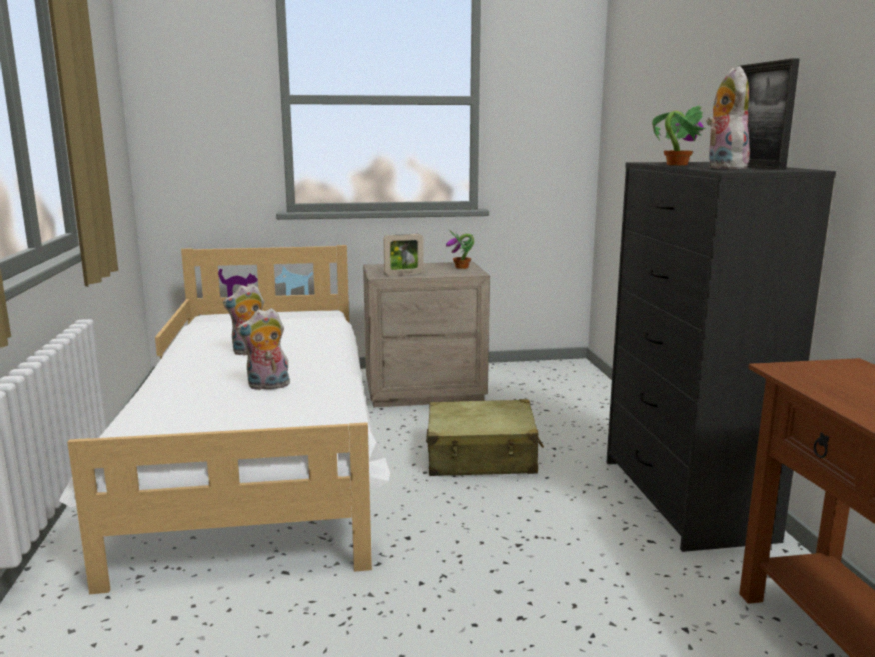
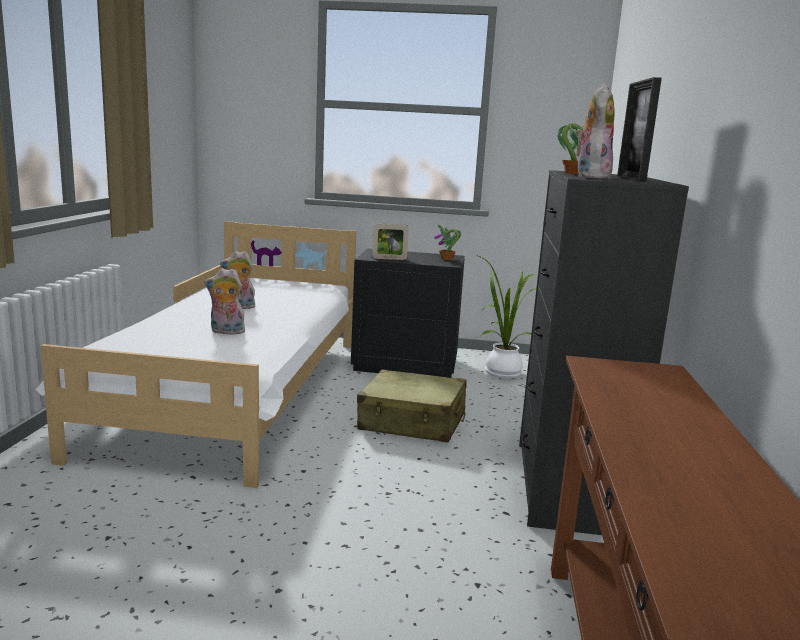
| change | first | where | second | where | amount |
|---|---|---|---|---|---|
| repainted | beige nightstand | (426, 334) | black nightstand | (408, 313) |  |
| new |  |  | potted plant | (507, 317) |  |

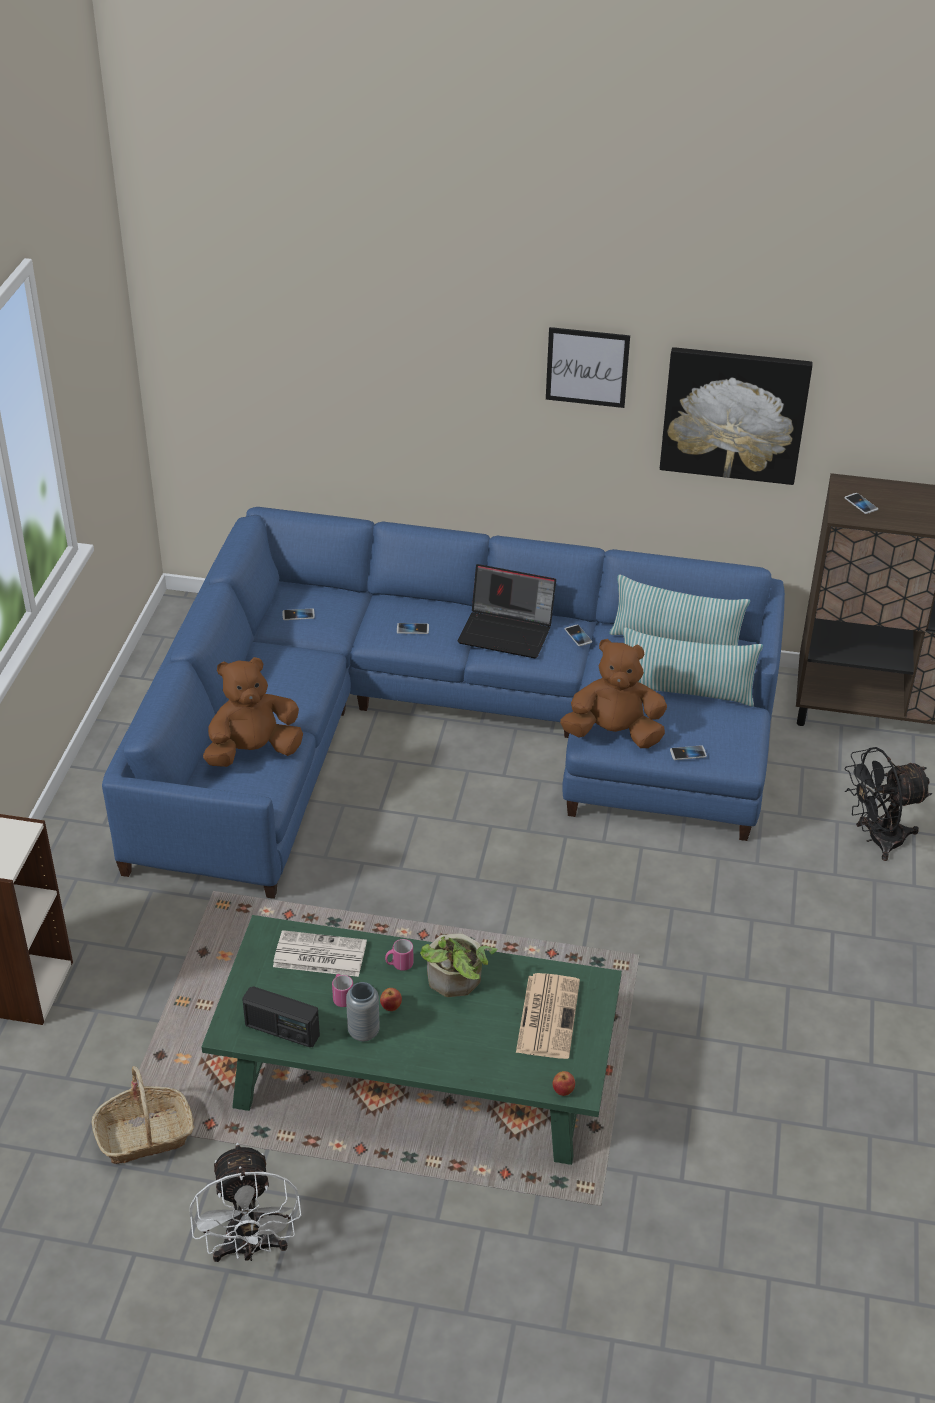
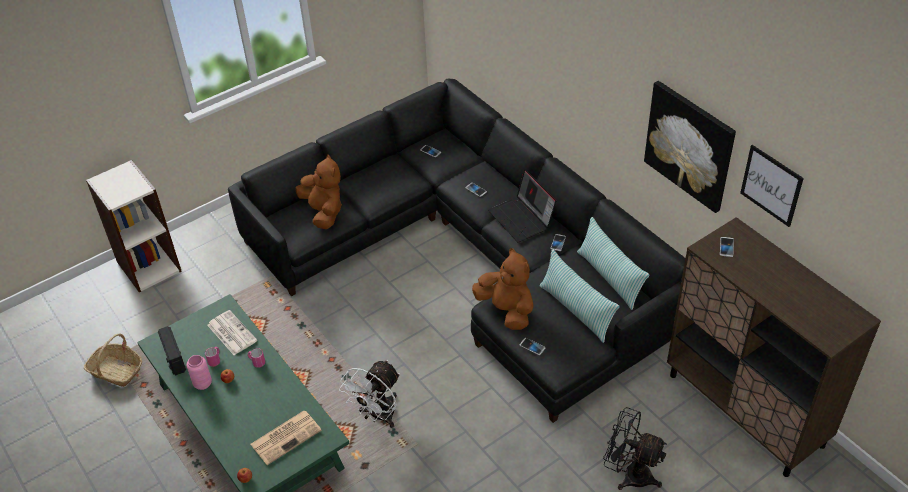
| change | first | where | second | where | amount |
|---|---|---|---|---|---|
| repainted | blue sofa | (443, 703) | black sofa | (456, 251) |  |
| shifted | white fan | (245, 1202) |  | (369, 394) |  |
| rotated | brown plush toy | (253, 712) |  | (318, 191) | 45 degrees clockwise |
| repainted | grey vase | (363, 1012) | pink vase | (199, 372) |  |
| gone | potted plant | (458, 965) |  |  |  |
| shifted | picture | (588, 367) |  | (772, 186) |  |

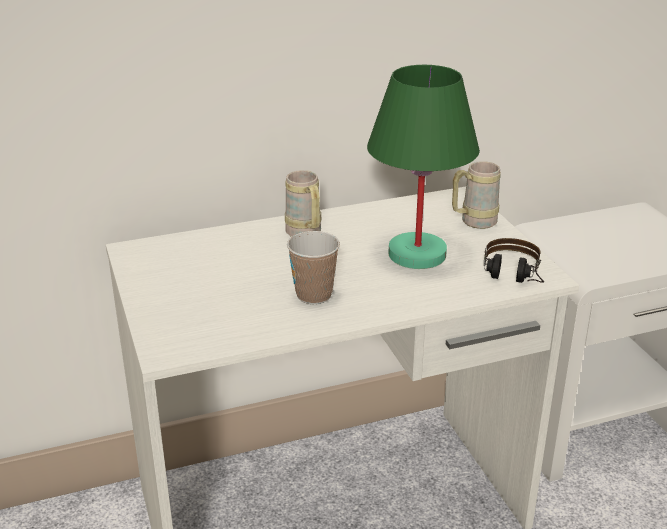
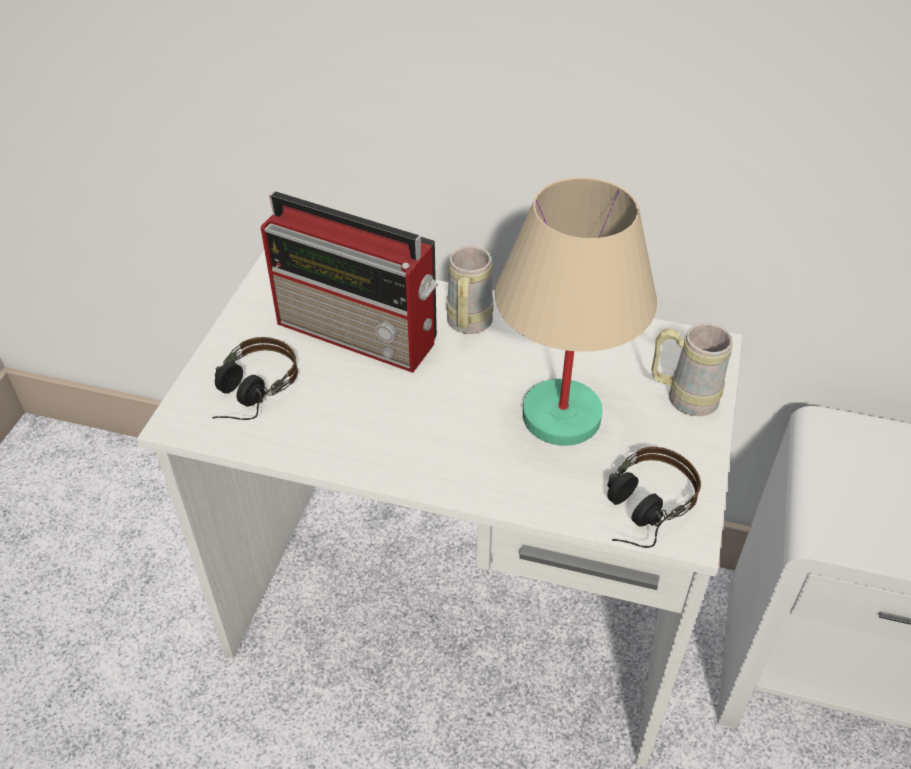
| change | first | where | second | where | amount |
|---|---|---|---|---|---|
| gone | cup | (313, 267) |  |  |  |
| repainted | green table lamp | (423, 167) | beige table lamp | (576, 311) |  |
| new |  |  | headphones | (255, 378) |  |
| new |  |  | radio | (349, 282) |  |

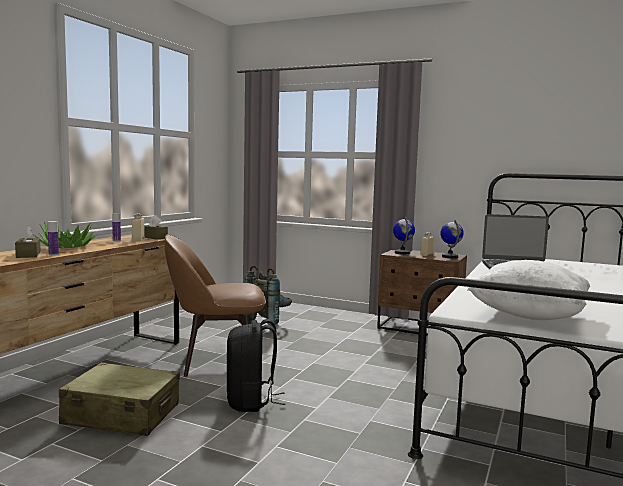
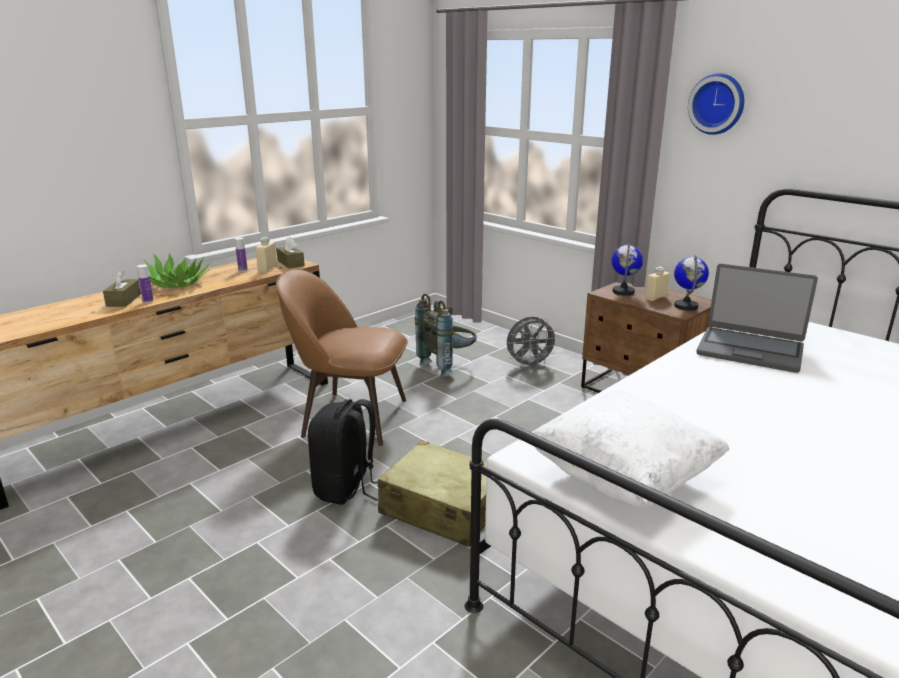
| change | first | where | second | where | amount |
|---|---|---|---|---|---|
| shifted | beige suitcase | (119, 399) |  | (432, 493) |  |
| new |  |  | grey fan | (533, 343) |  |
| new |  |  | wall clock | (716, 104) |  |

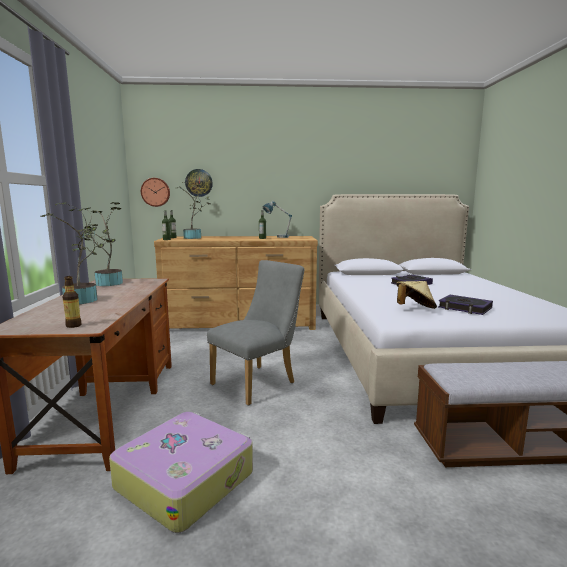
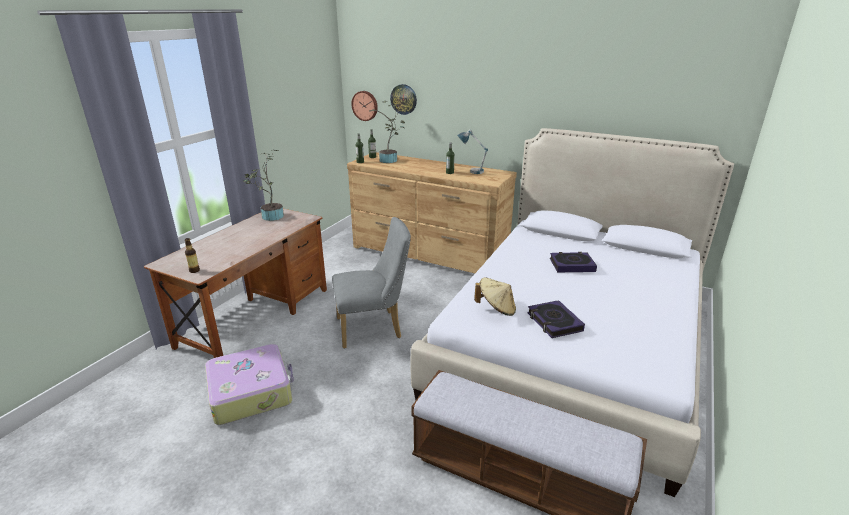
| change | first | where | second | where | amount |
|---|---|---|---|---|---|
| gone | potted plant | (76, 253) |  |  |  |

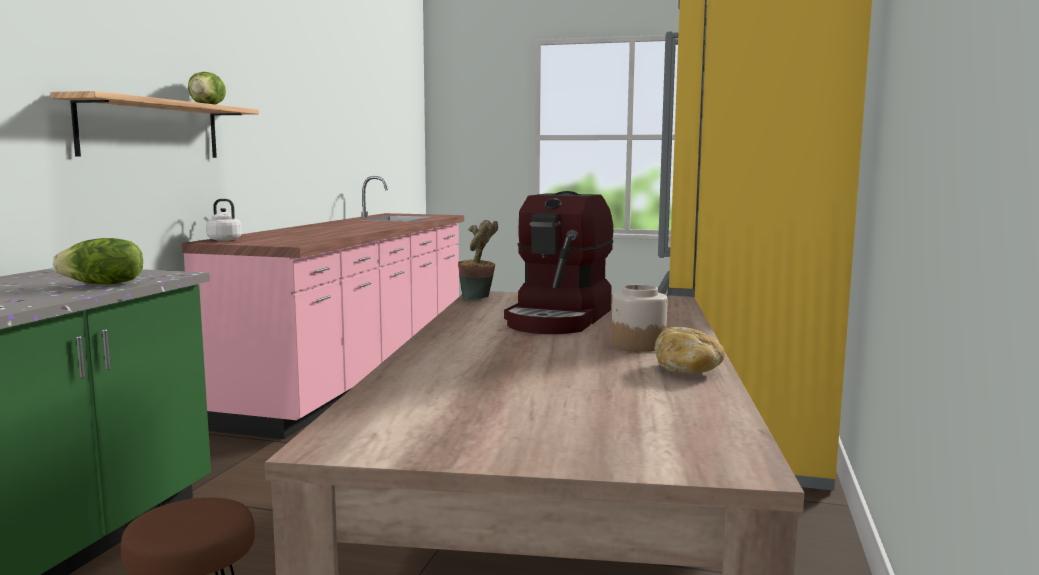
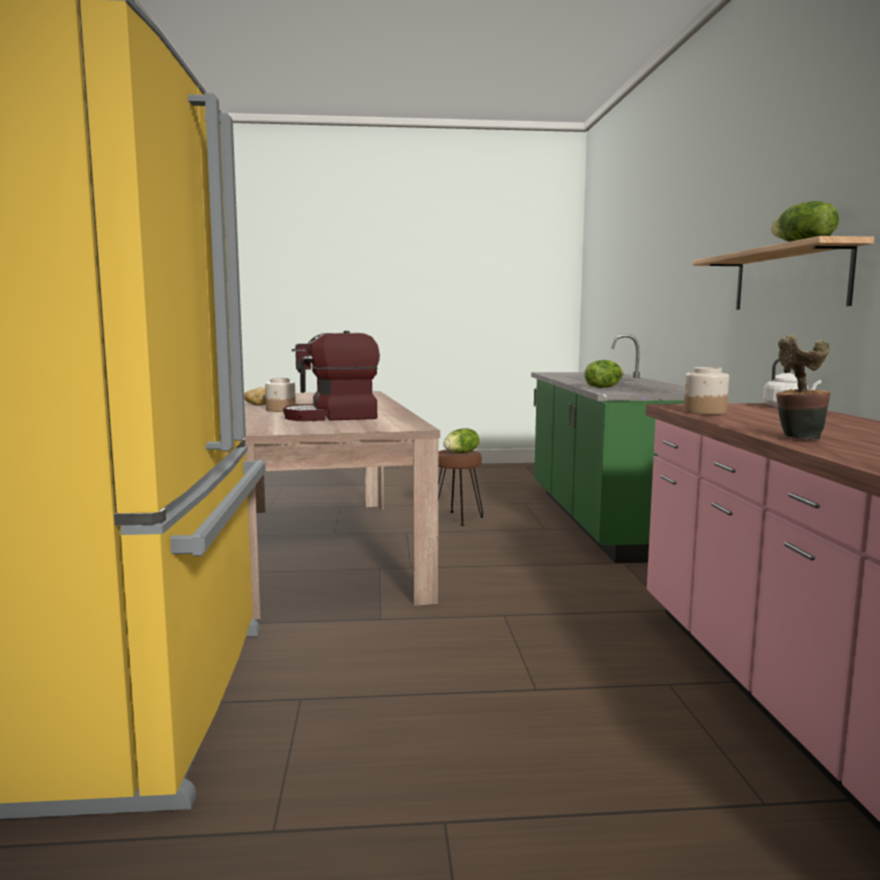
| change | first | where | second | where | amount |
|---|---|---|---|---|---|
| shifted | potted plant | (478, 260) |  | (803, 387) |  |
| rotated | coffee machine | (559, 262) |  | (331, 376) | 105 degrees counterclockwise |
| new |  |  | lettuce | (461, 440) |  |
| new |  |  | jar | (706, 391) |  |

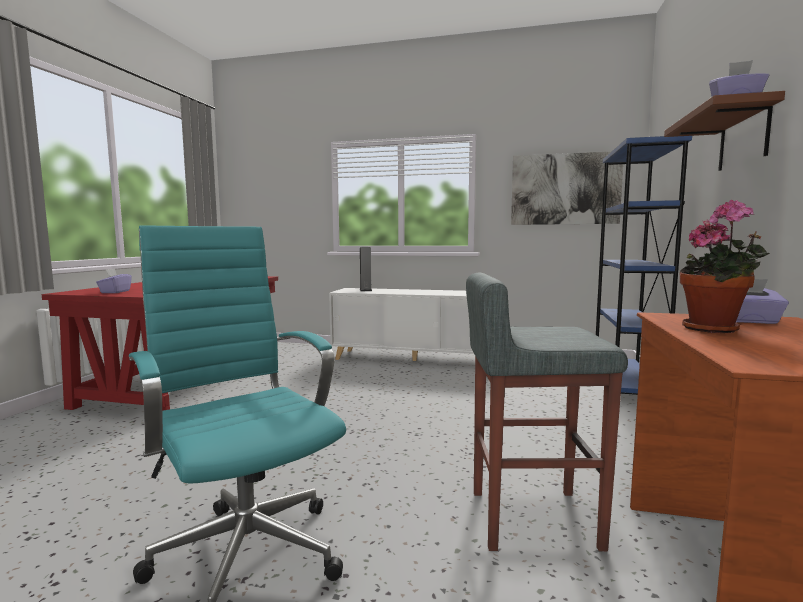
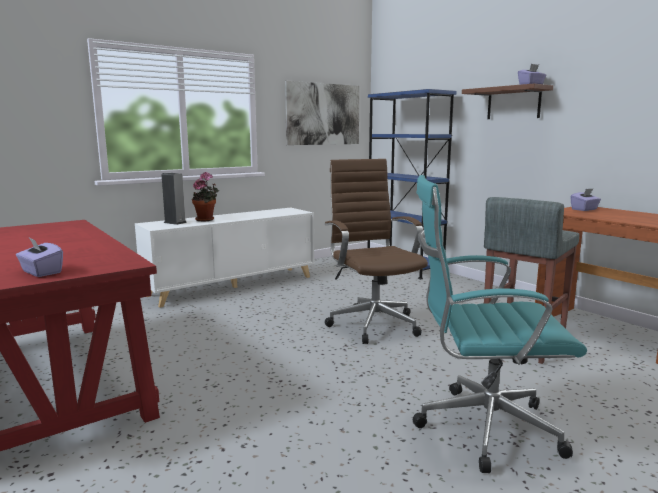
| change | first | where | second | where | amount |
|---|---|---|---|---|---|
| shifted | potted plant | (725, 266) |  | (205, 196) |  |
| new |  |  | brown office chair | (376, 251) |  |

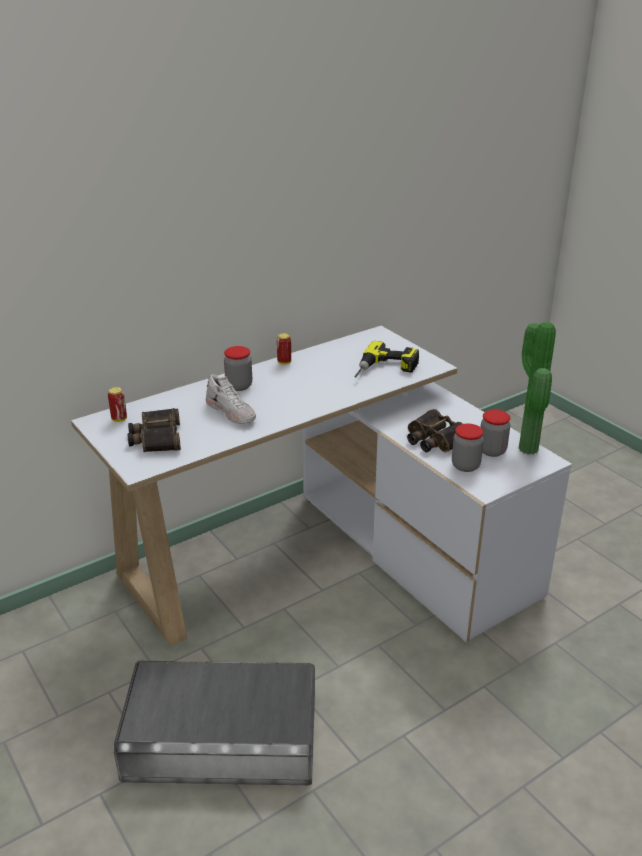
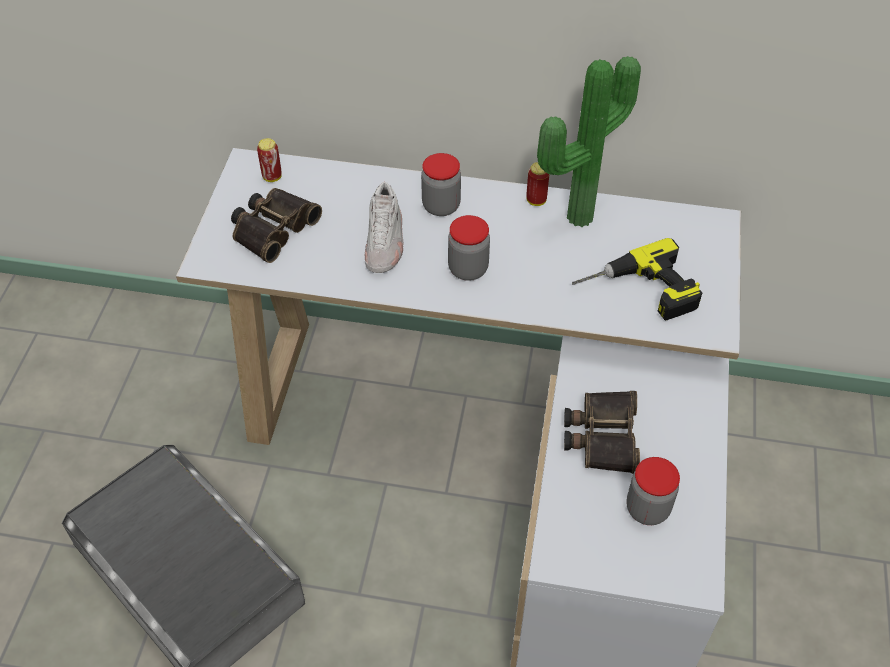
| change | first | where | second | where | amount |
|---|---|---|---|---|---|
| shifted | jar | (468, 448) |  | (469, 248) |  |
| shifted | potted plant | (537, 388) |  | (589, 141) |  |

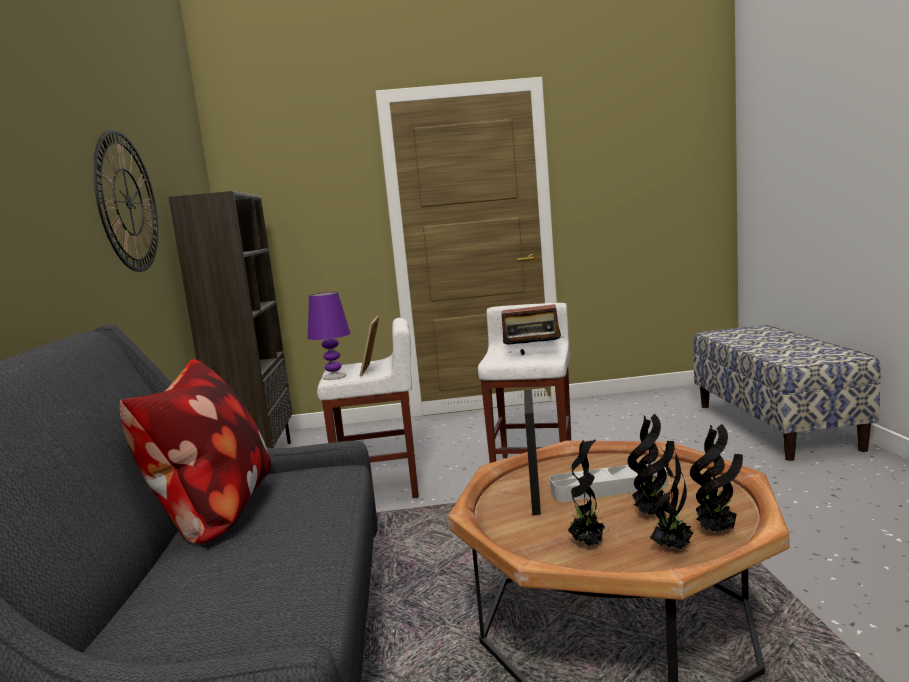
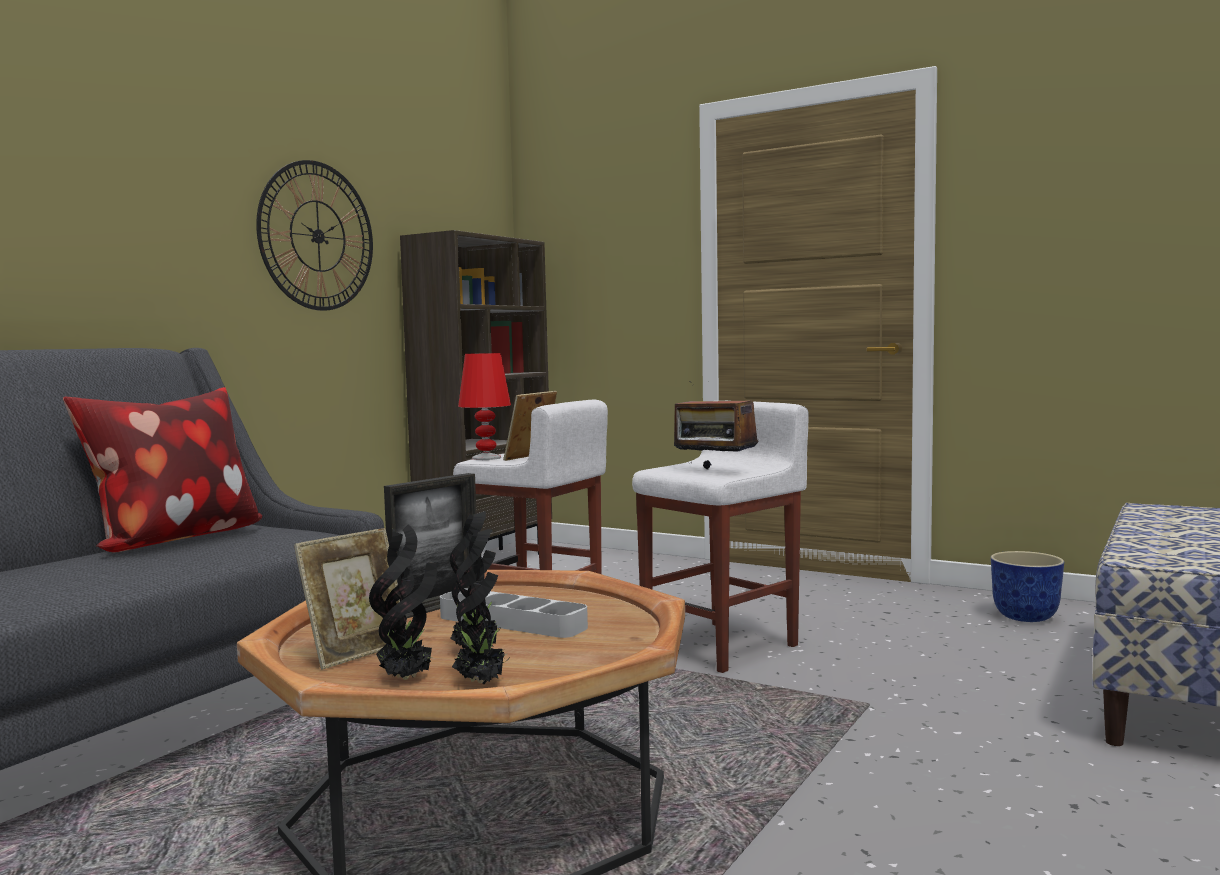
| change | first | where | second | where | amount |
|---|---|---|---|---|---|
| repainted | purple table lamp | (329, 336) | red table lamp | (484, 406) |  |
| swapped | potted plant | (588, 493) | picture frame | (350, 599) |  |
| new |  |  | planter | (1027, 586) |  |

